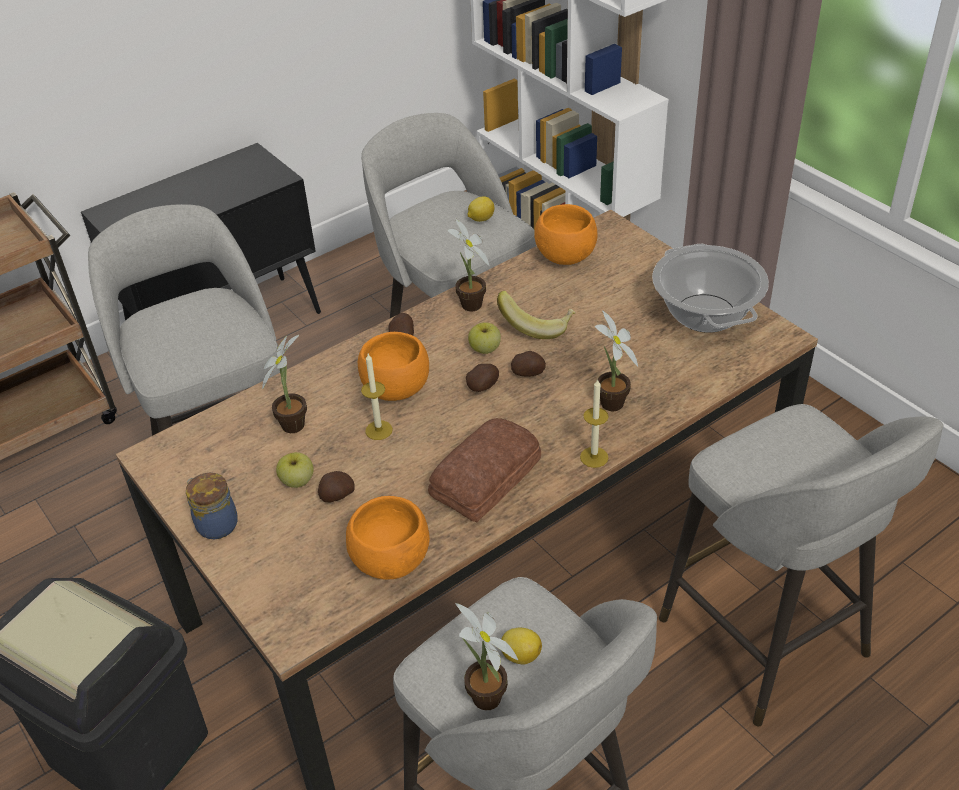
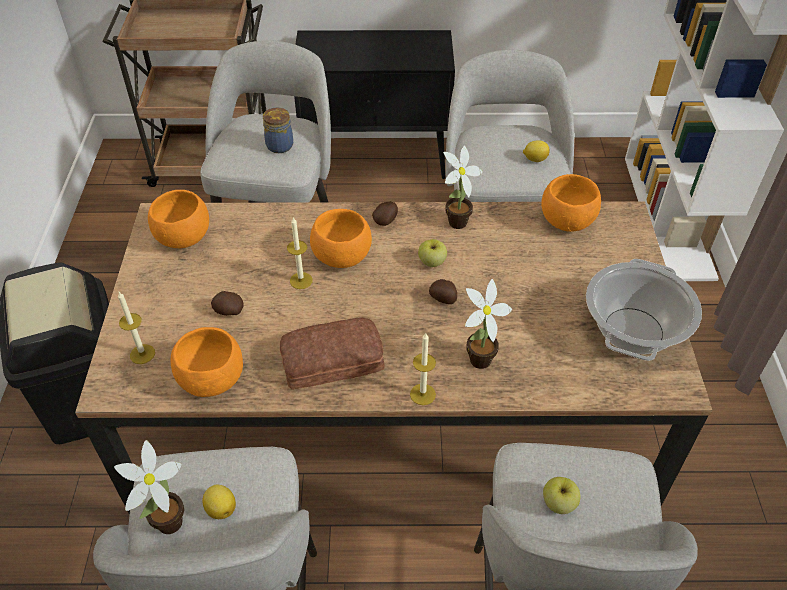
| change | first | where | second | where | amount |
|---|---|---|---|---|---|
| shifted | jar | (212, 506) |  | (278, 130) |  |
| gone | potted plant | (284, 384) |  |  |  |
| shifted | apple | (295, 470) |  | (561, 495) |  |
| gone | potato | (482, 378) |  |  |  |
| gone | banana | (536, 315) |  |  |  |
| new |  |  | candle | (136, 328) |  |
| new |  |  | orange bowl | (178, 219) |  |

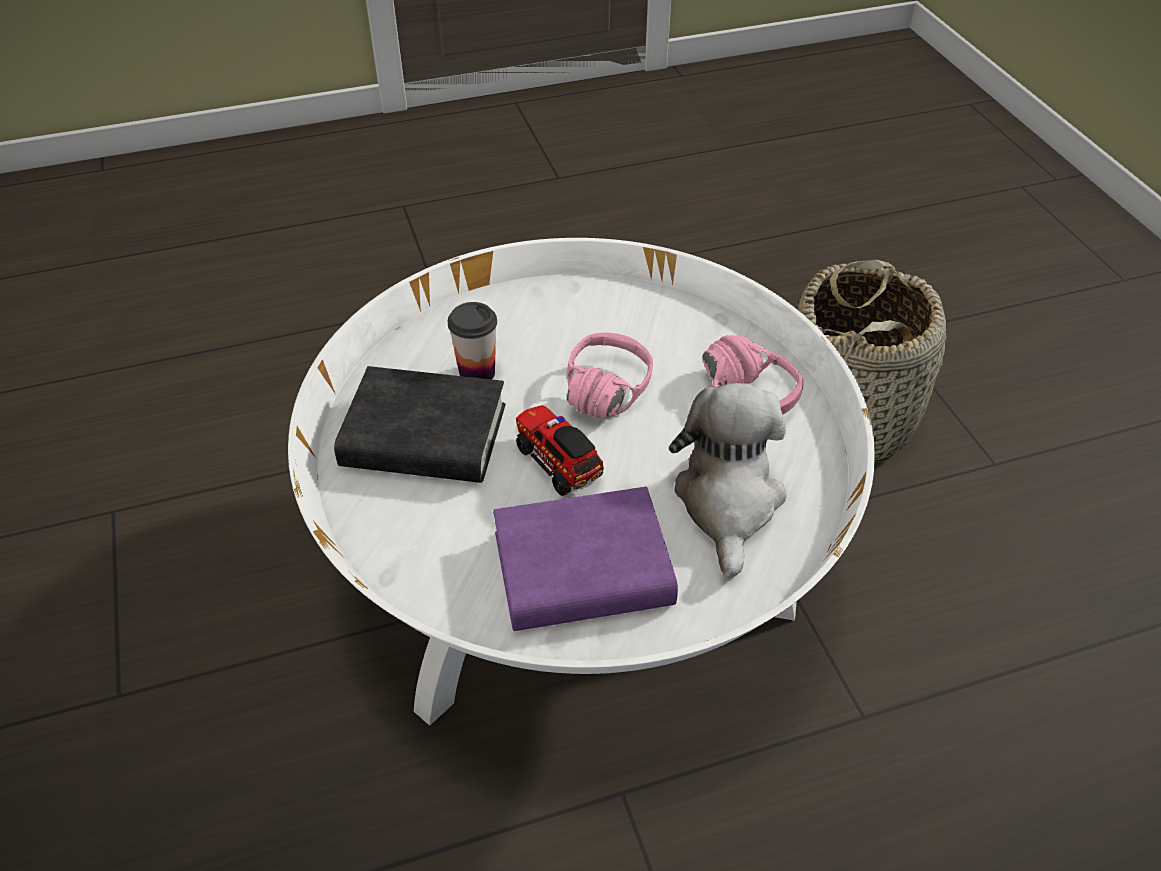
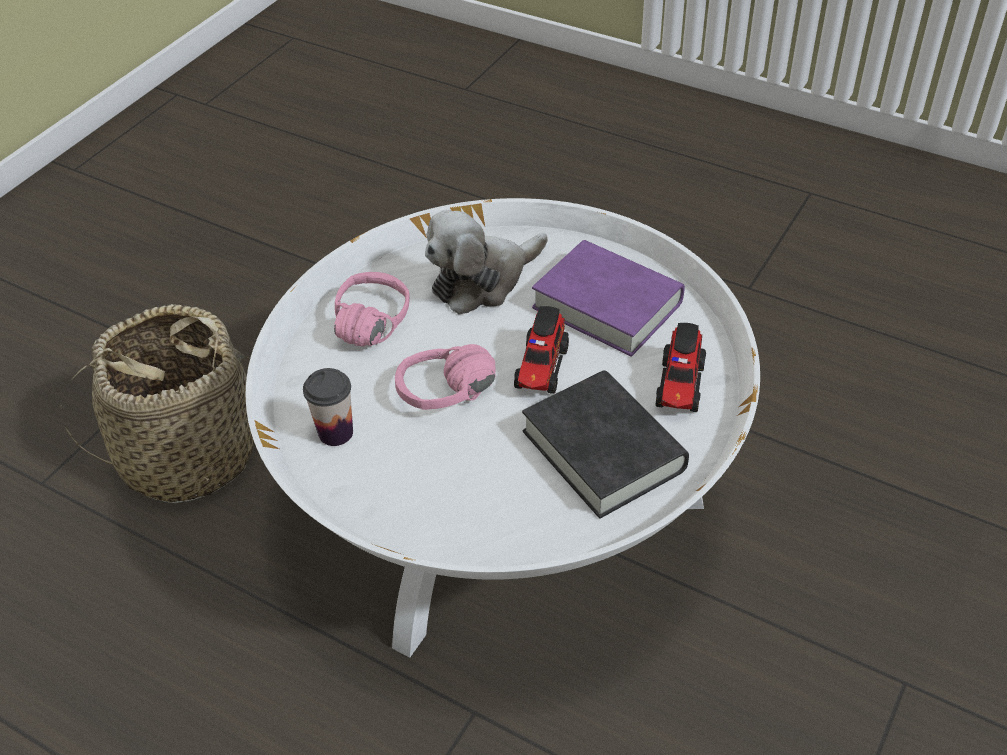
| change | first | where | second | where | amount |
|---|---|---|---|---|---|
| shifted | cup | (472, 340) |  | (328, 407) |  |
| new |  |  | toy truck | (681, 367) |  |

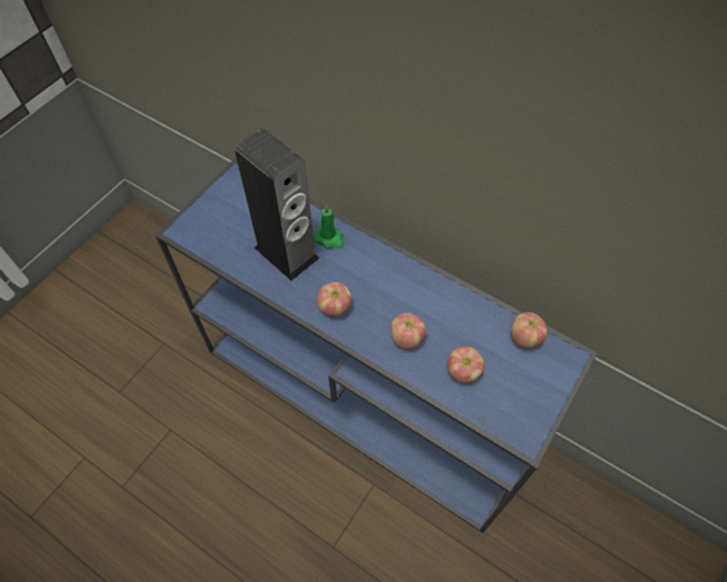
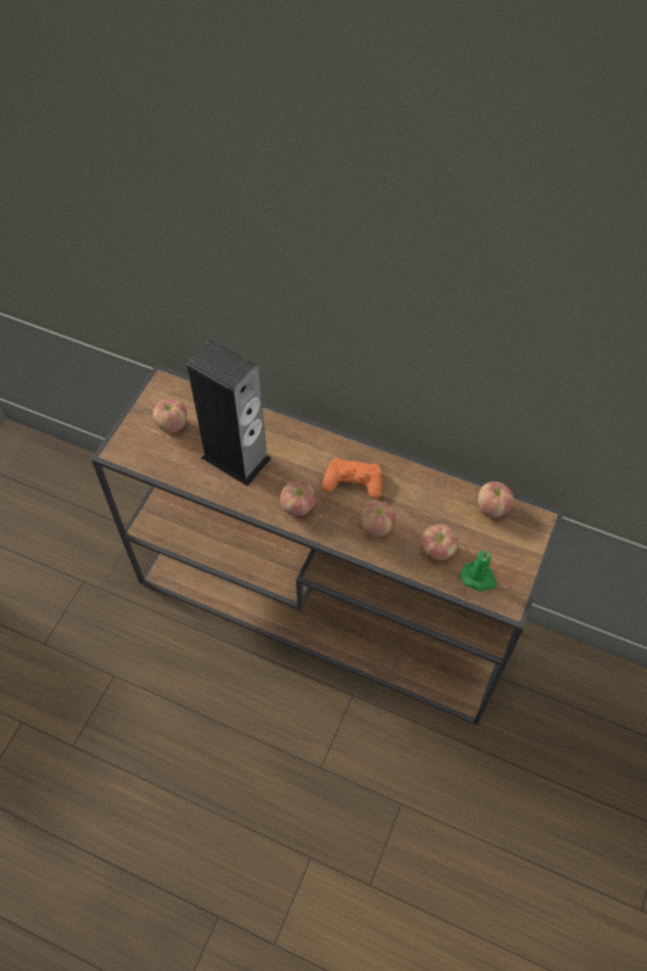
| change | first | where | second | where | amount |
|---|---|---|---|---|---|
| repainted | blue console table | (376, 345) | brown console table | (328, 544) |  |
| shifted | green candle | (329, 226) |  | (479, 570) |  |
| new |  |  | apple | (170, 416) |  |
| new |  |  | orange game controller | (352, 478) |  |

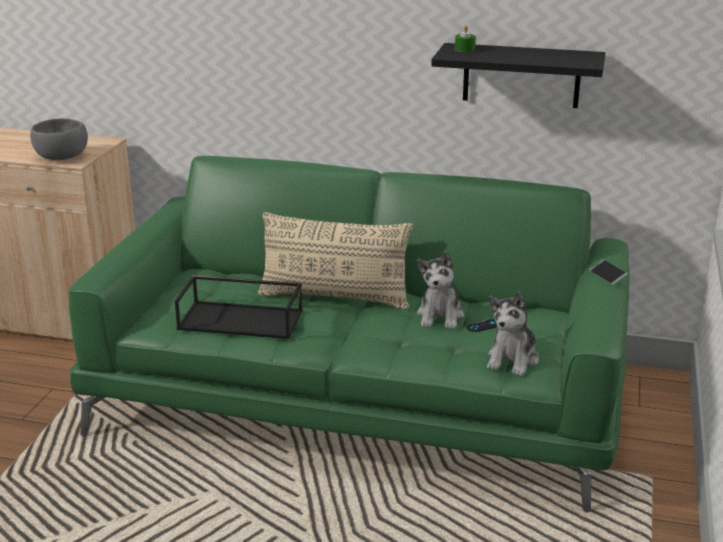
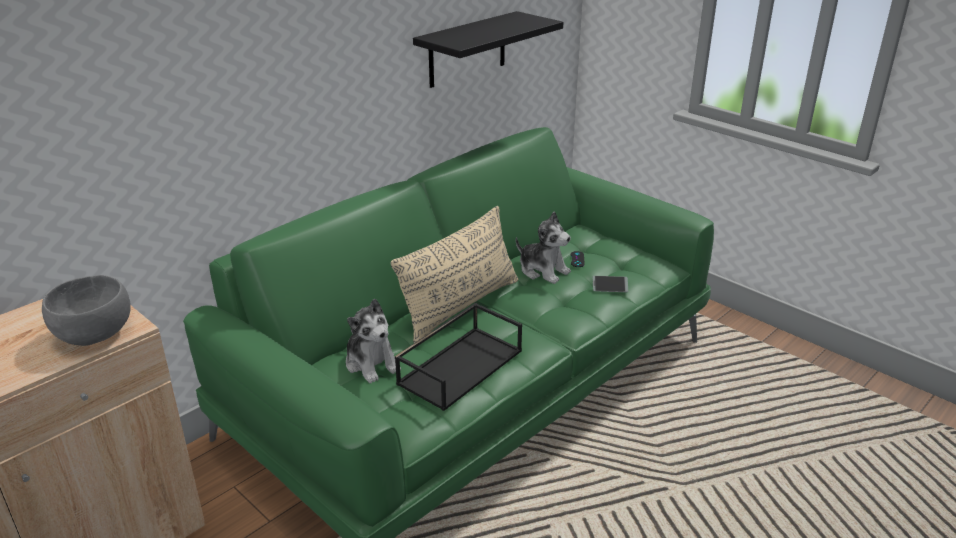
| change | first | where | second | where | amount |
|---|---|---|---|---|---|
| gone | green candle | (465, 38) |  |  |  |
| shifted | plush toy | (513, 334) |  | (373, 341) |  |
| shifted | phone | (608, 272) |  | (610, 284) |  |

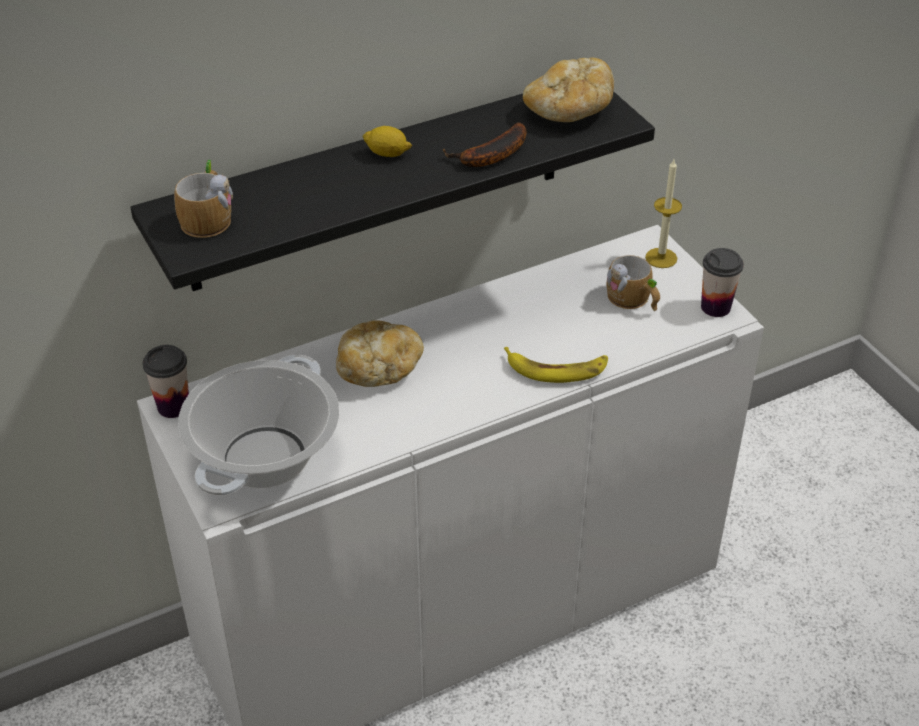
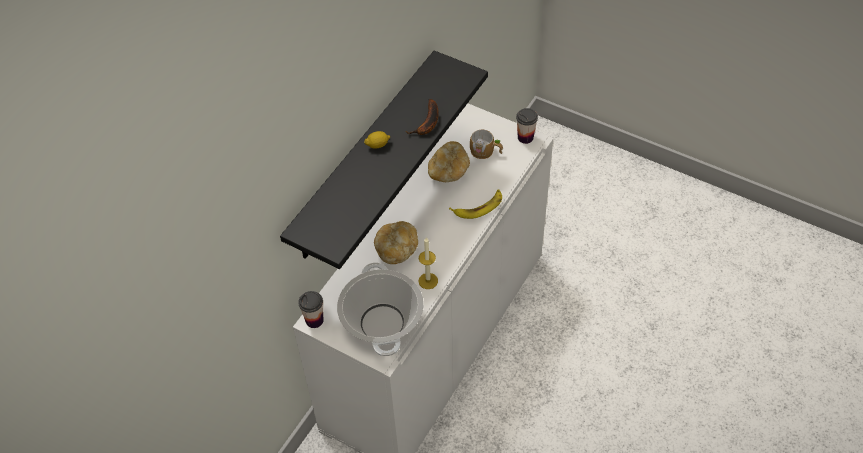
| change | first | where | second | where | amount |
|---|---|---|---|---|---|
| gone | mug | (203, 199) |  |  |  |
| shifted | bread | (568, 90) |  | (449, 161) |  |
| shifted | candle | (663, 214) |  | (428, 263) |  |

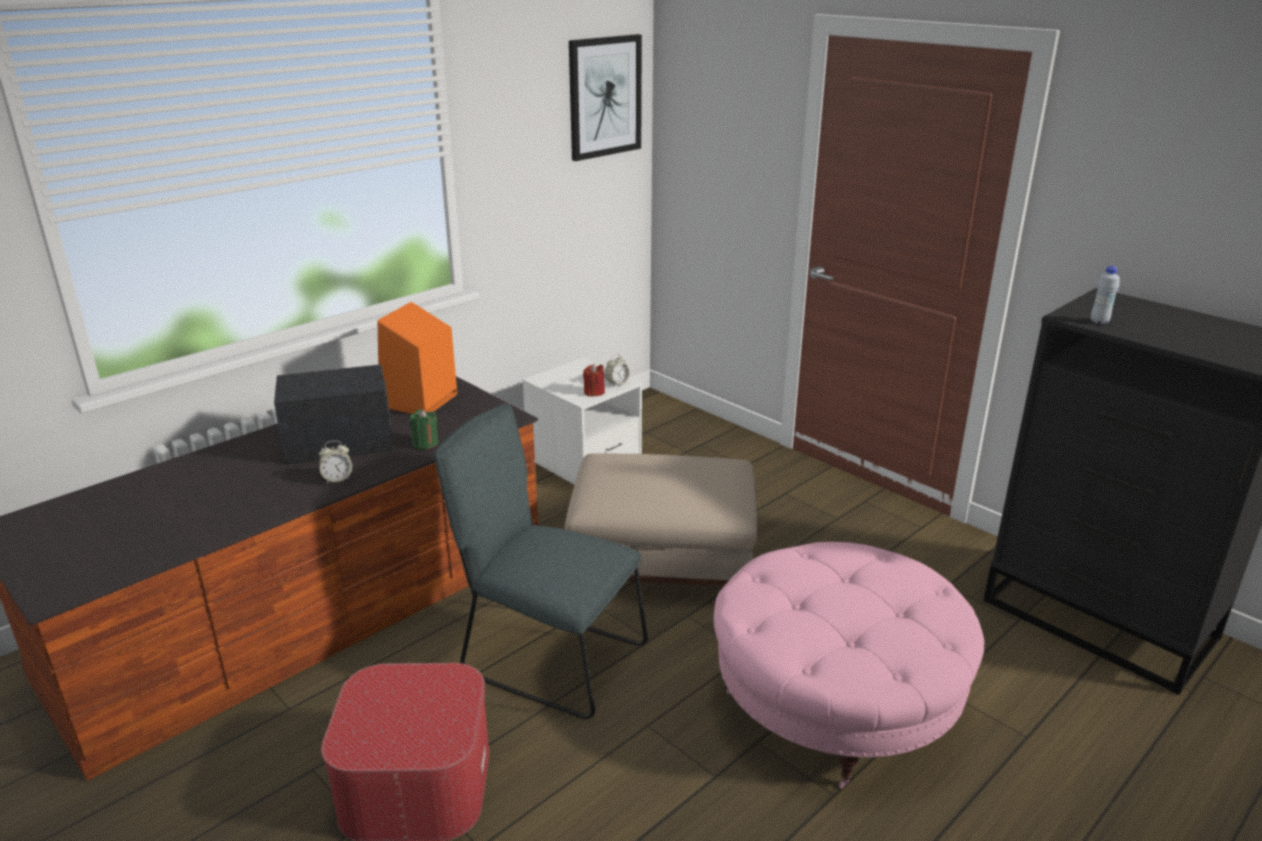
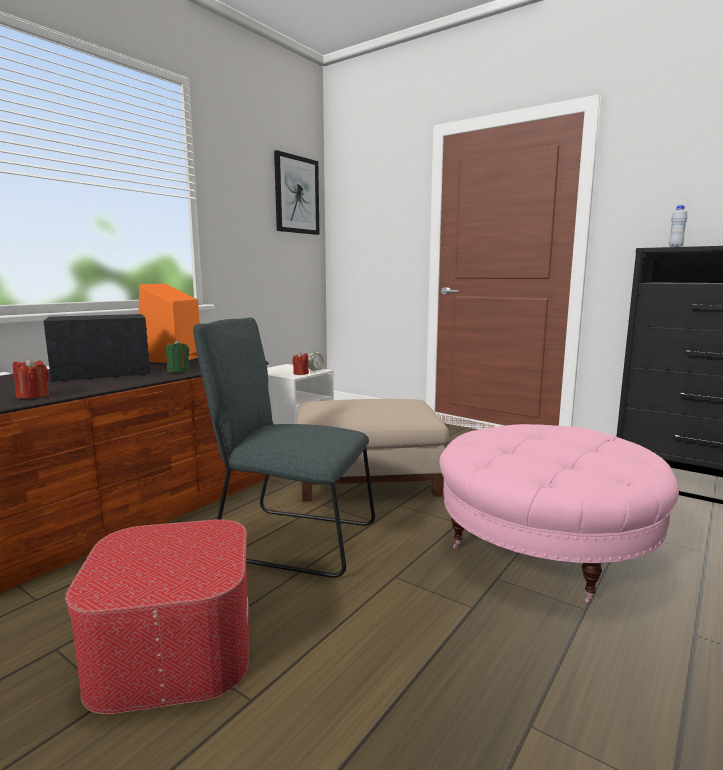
| change | first | where | second | where | amount |
|---|---|---|---|---|---|
| gone | alarm clock | (335, 462) |  |  |  |
| new |  |  | red candle | (31, 378) |  |

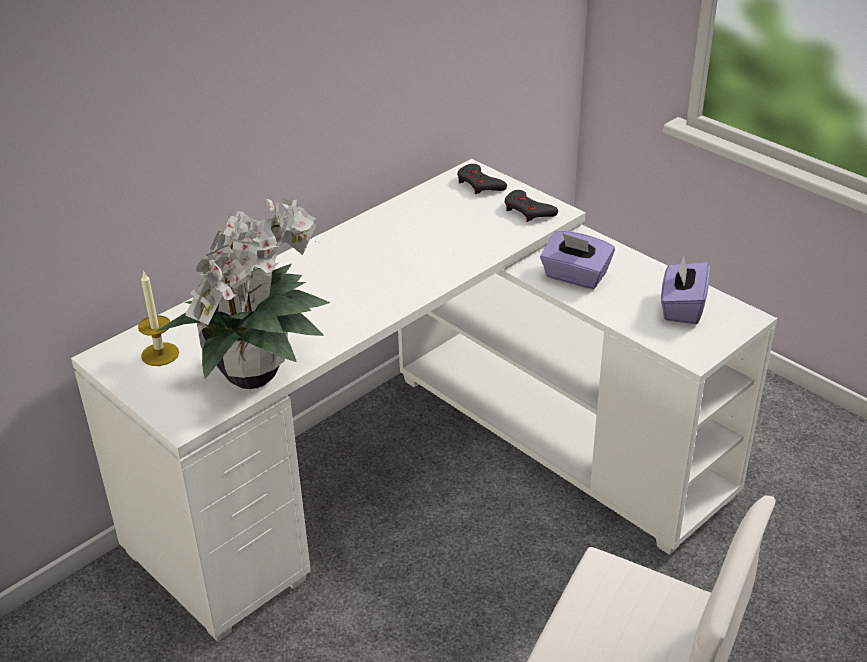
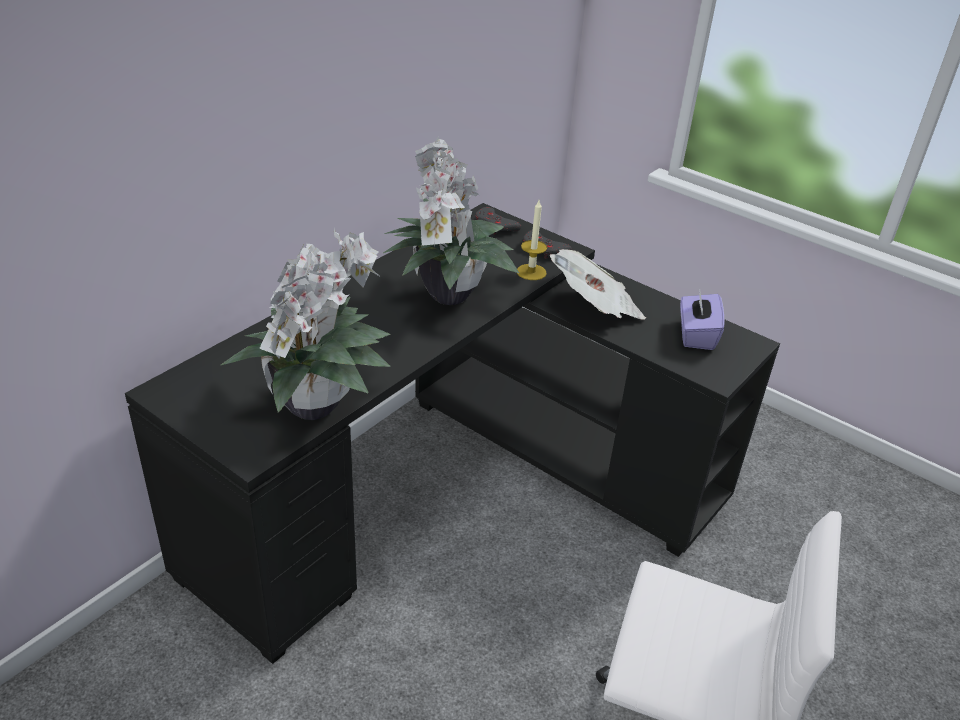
| change | first | where | second | where | amount |
|---|---|---|---|---|---|
| repainted | white desk | (424, 400) | black desk | (452, 433) |  |
| shifted | candle | (158, 318) |  | (532, 240) |  |
| swapped | purple tissue box | (577, 260) | newspaper | (598, 284) |  |
| new |  |  | potted plant | (451, 220) |  |

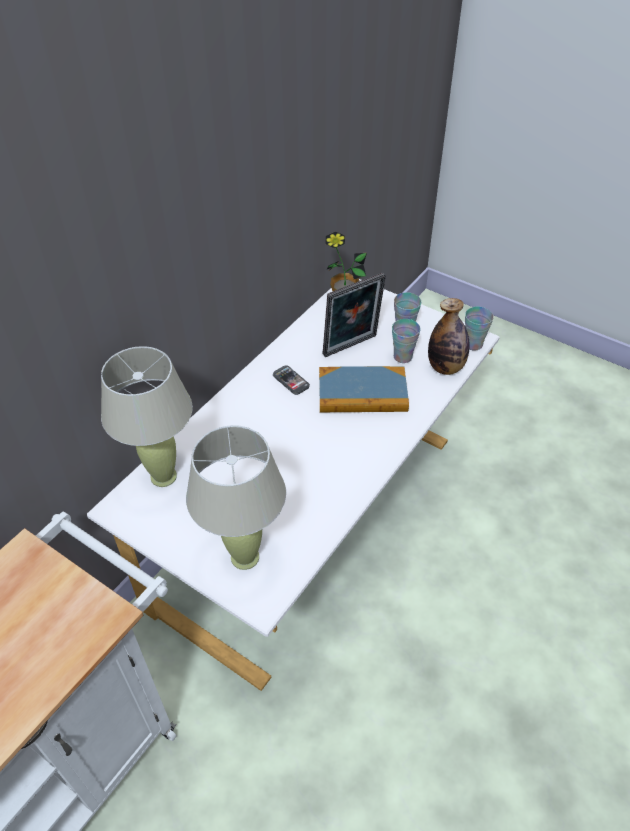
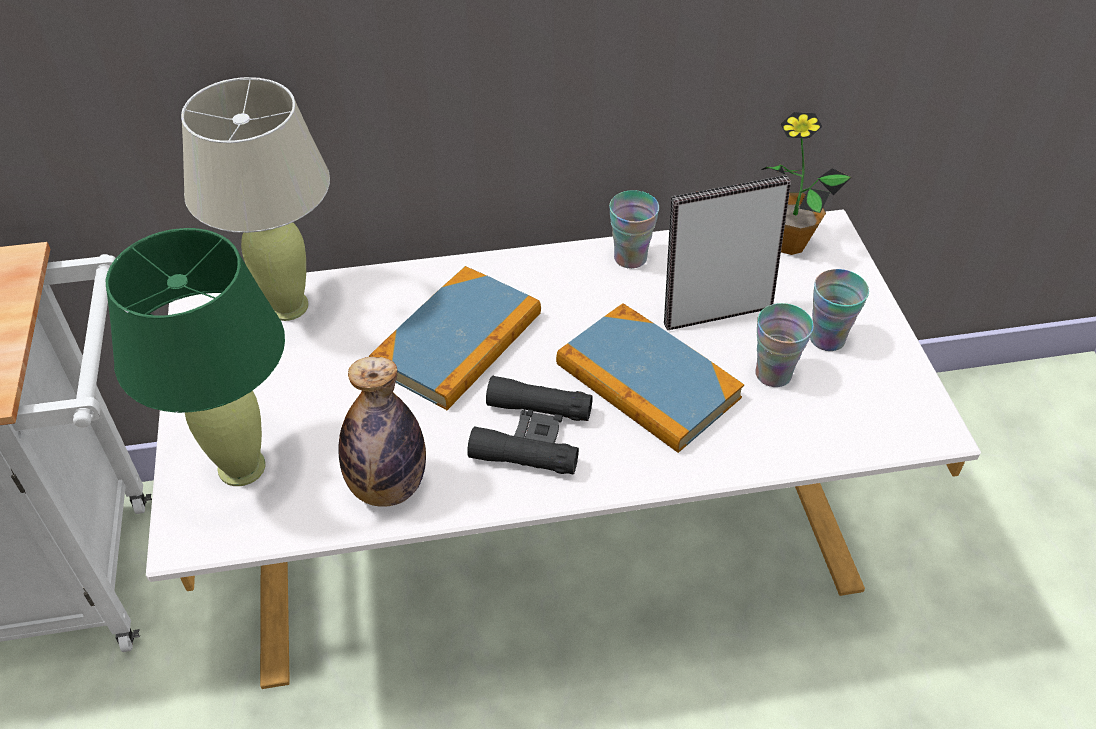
| change | first | where | second | where | amount |
|---|---|---|---|---|---|
| repainted | beige table lamp | (236, 497) | green table lamp | (195, 357) |  |
| gone | phone | (291, 380) |  |  |  |
| rotated | picture frame | (354, 314) |  | (727, 252) | 150 degrees clockwise |
| shifted | bottle | (449, 336) |  | (382, 432) |  |
| shifted | cup | (479, 329) |  | (634, 229) |  |
| new |  |  | book | (455, 338) |  |
| new |  |  | black binoculars | (530, 425) |  |

